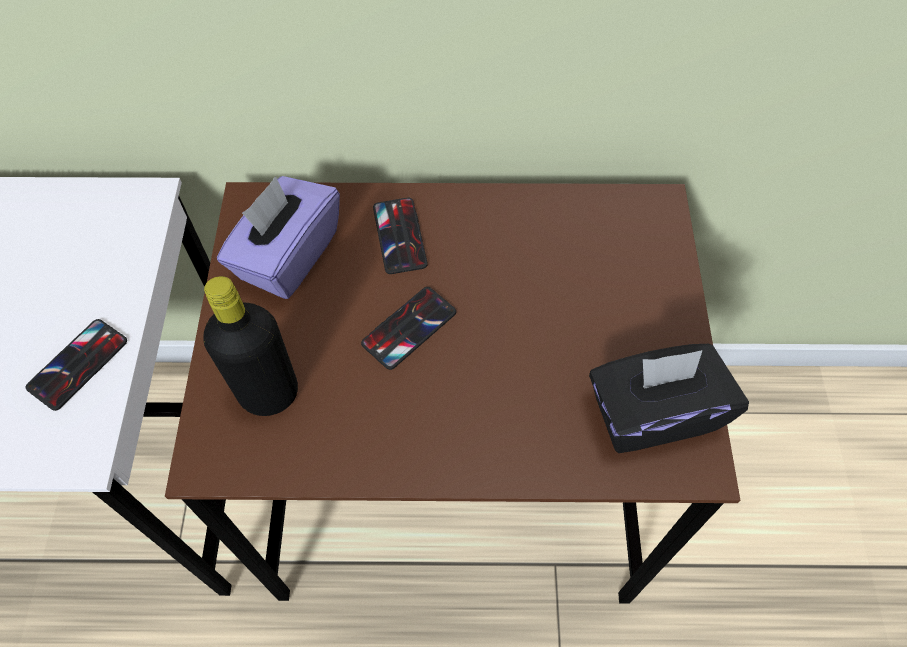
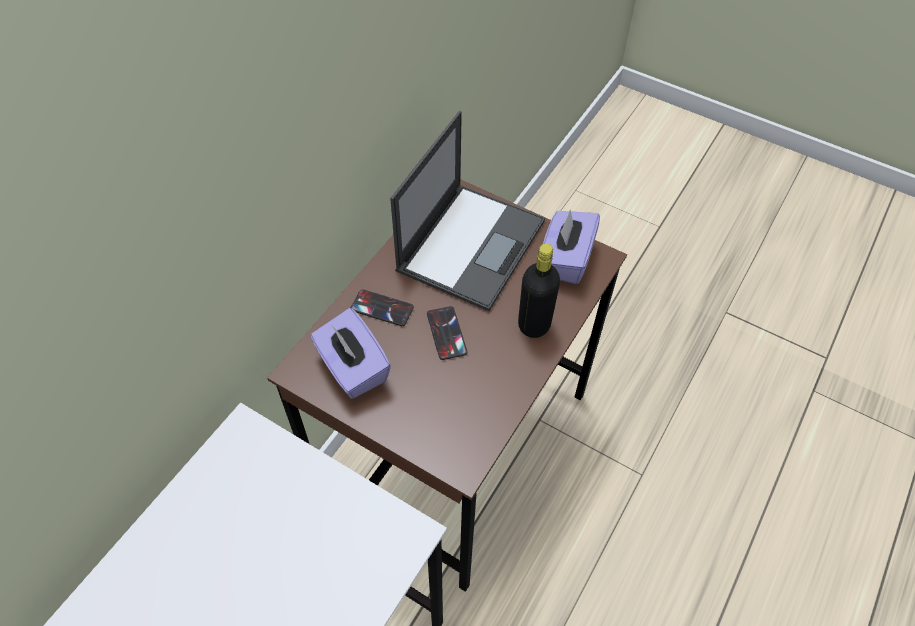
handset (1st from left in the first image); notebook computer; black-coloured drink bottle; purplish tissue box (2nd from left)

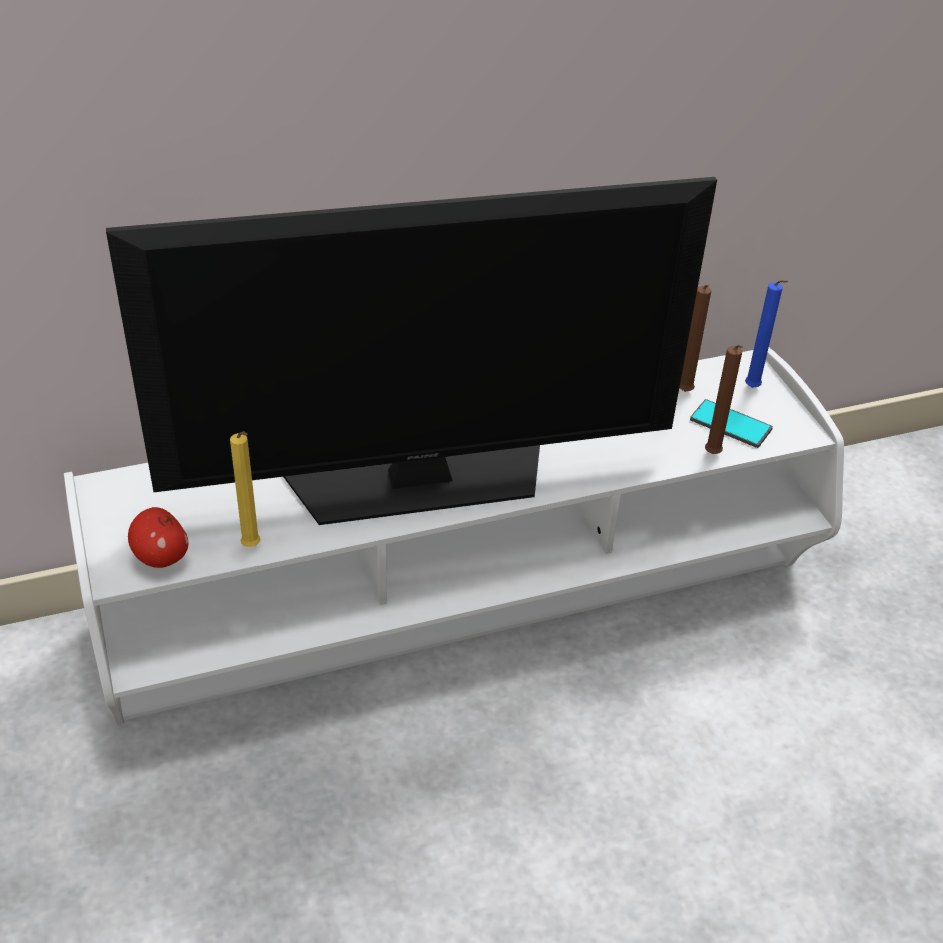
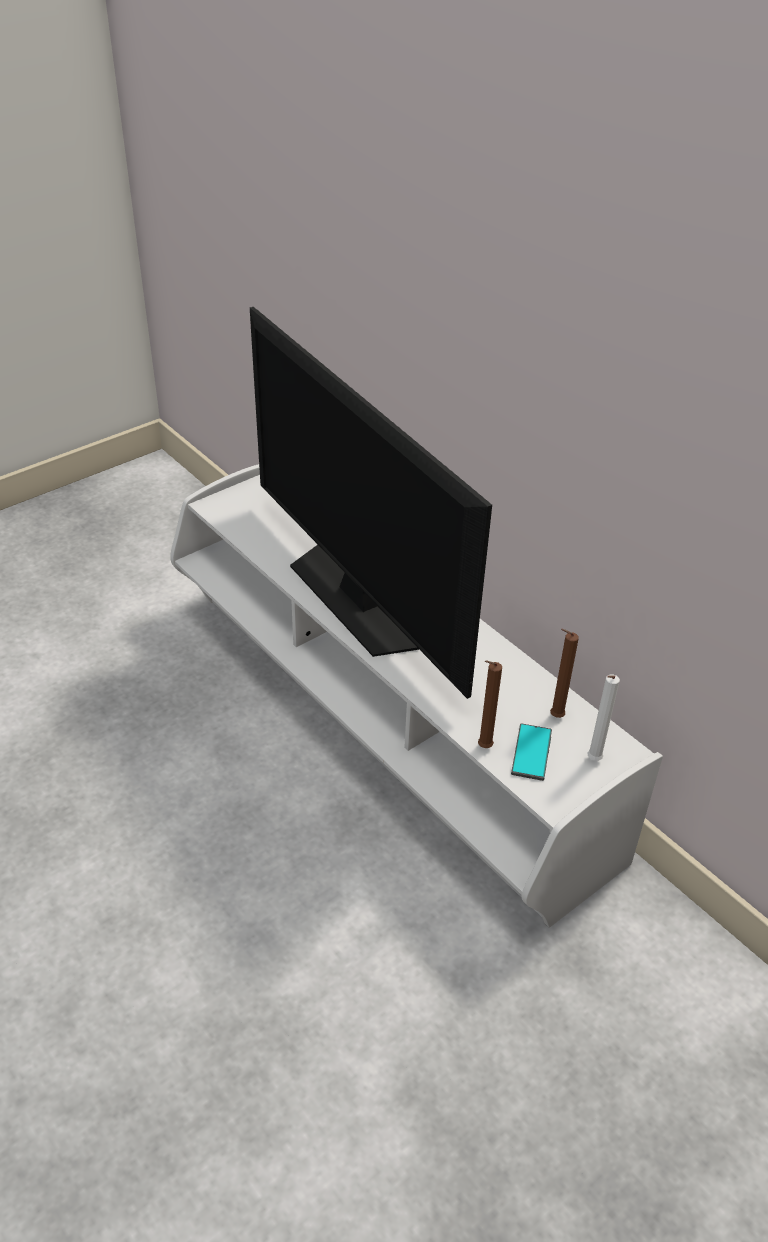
apple fruit; yellow-coloured wax light; whitish wax light

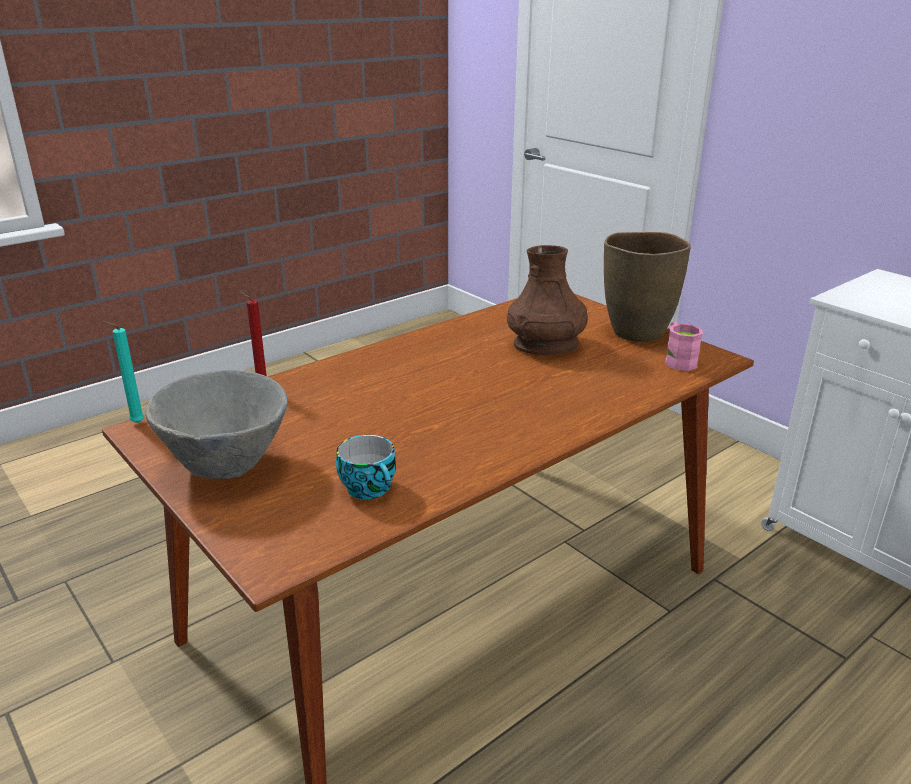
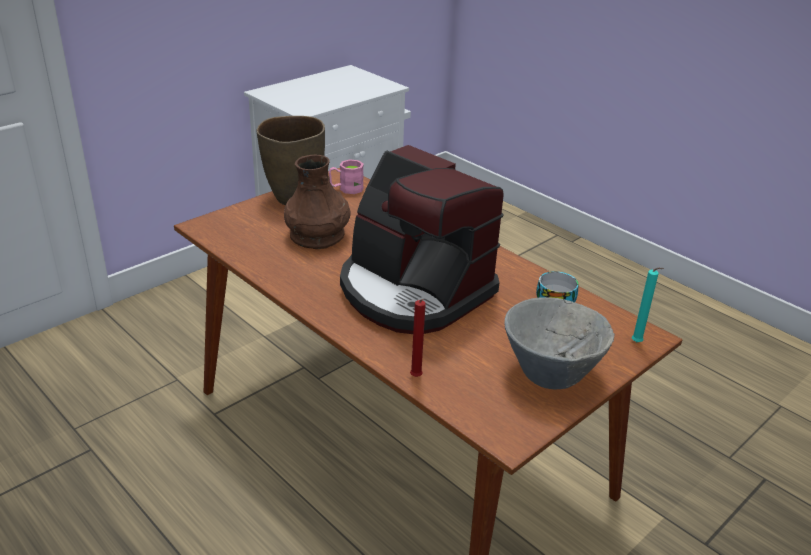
coffee machine; blue-green wax light

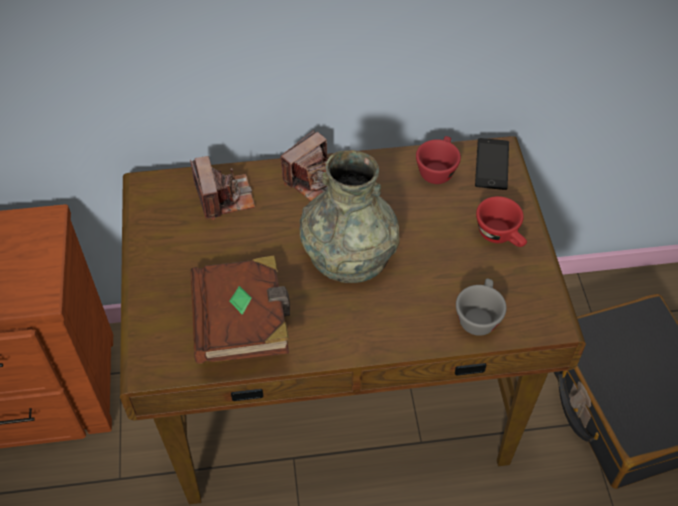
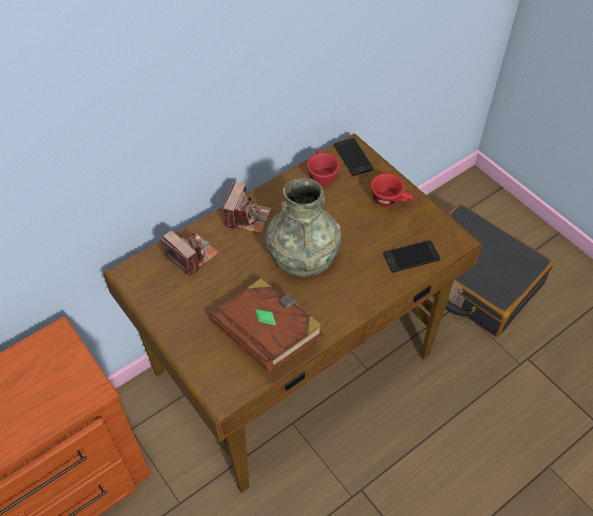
handset (2nd from left)

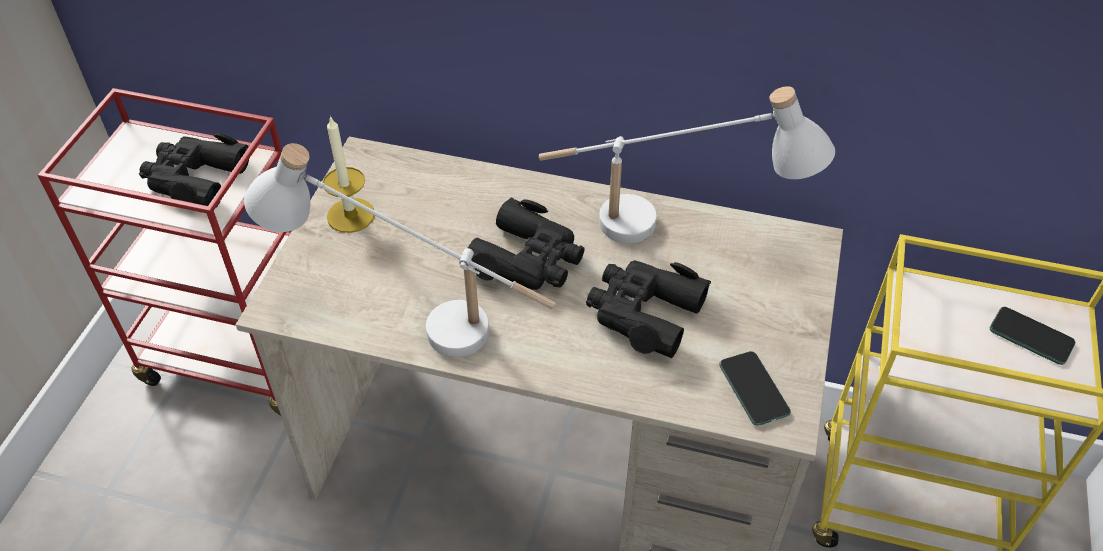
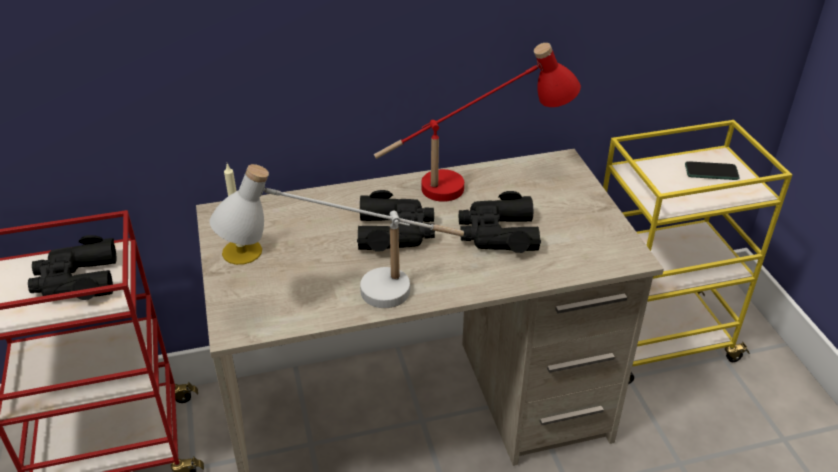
handset (1st from left in the first image); red-coloured lamp for a table

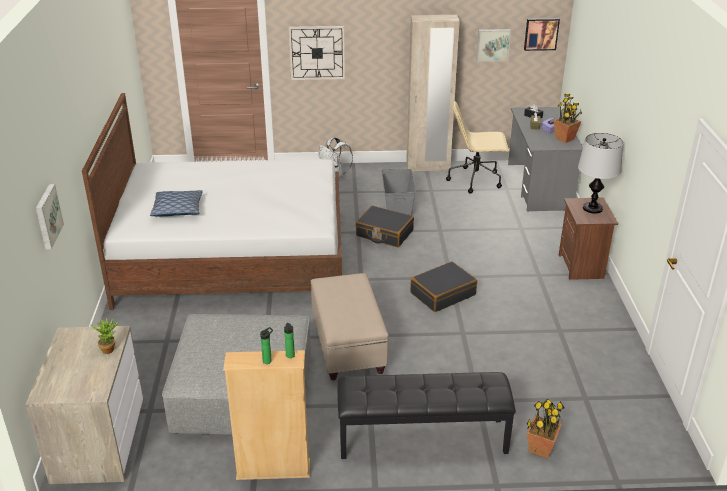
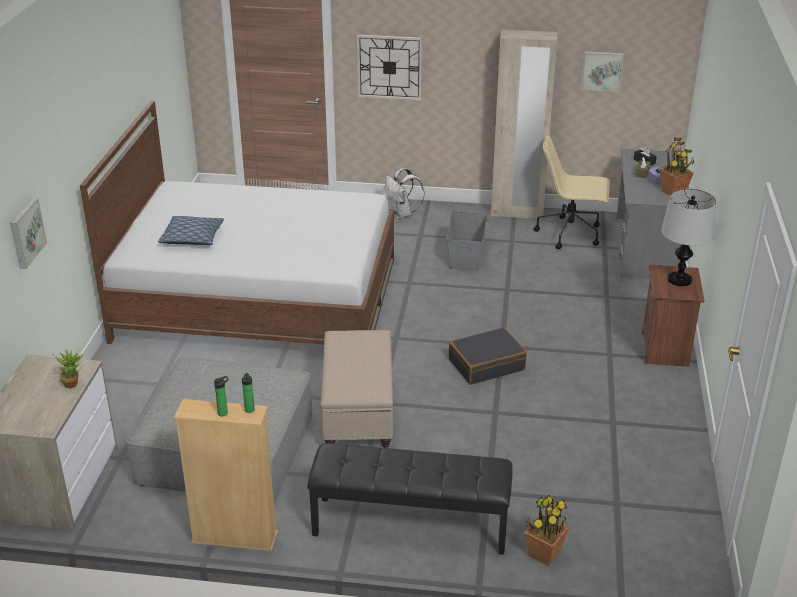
black-coloured piece of luggage (1st from left in the first image); wall picture (3rd from left in the first image)

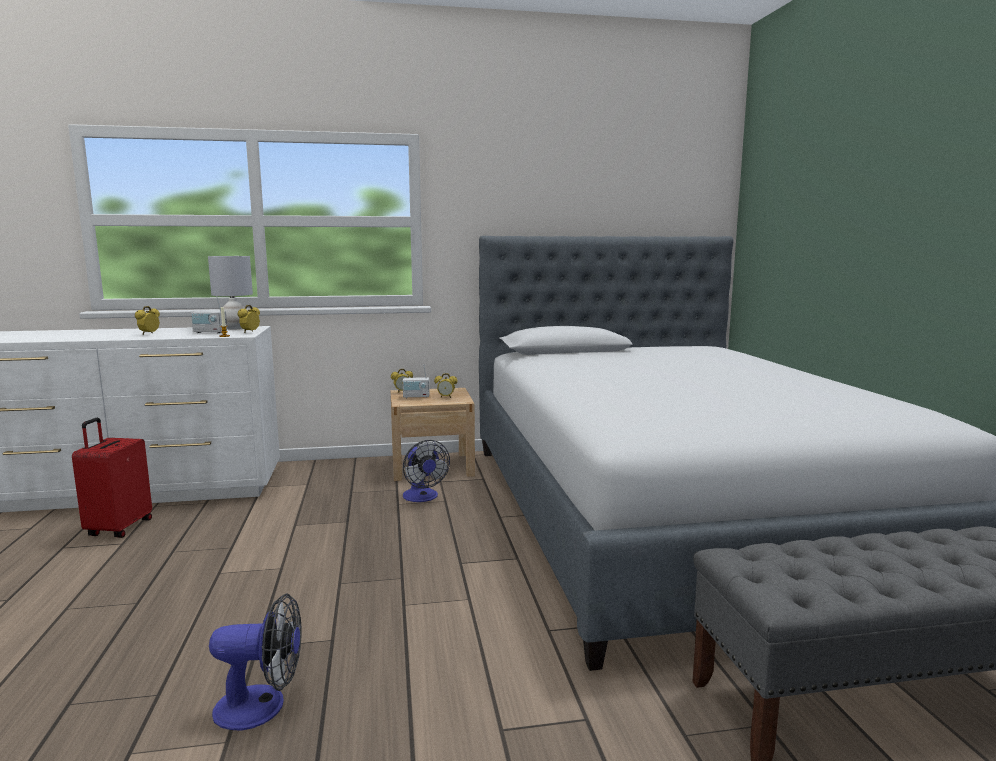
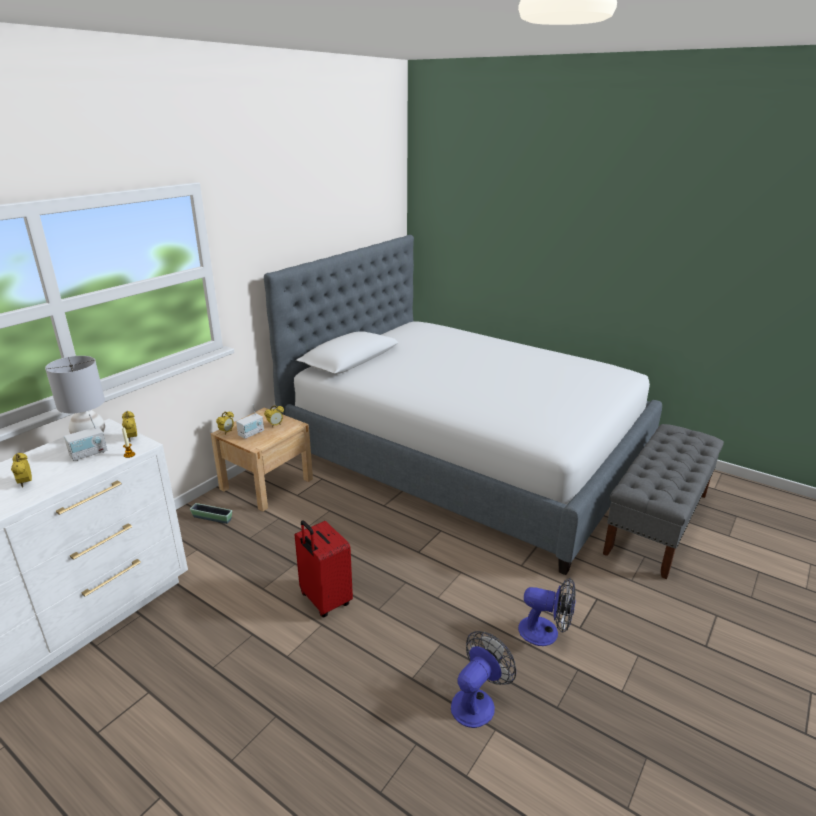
flower pot; red-coloured piece of luggage; electric fan (2nd from left)

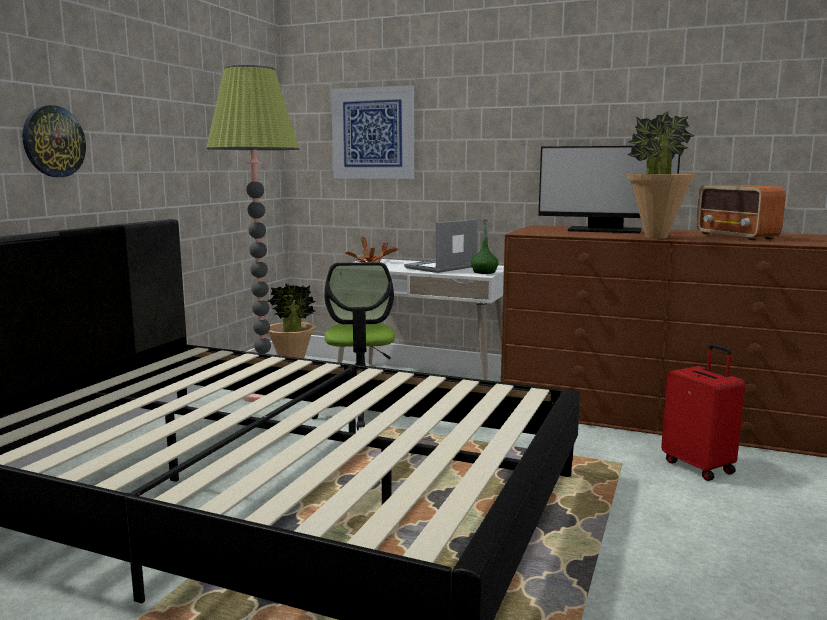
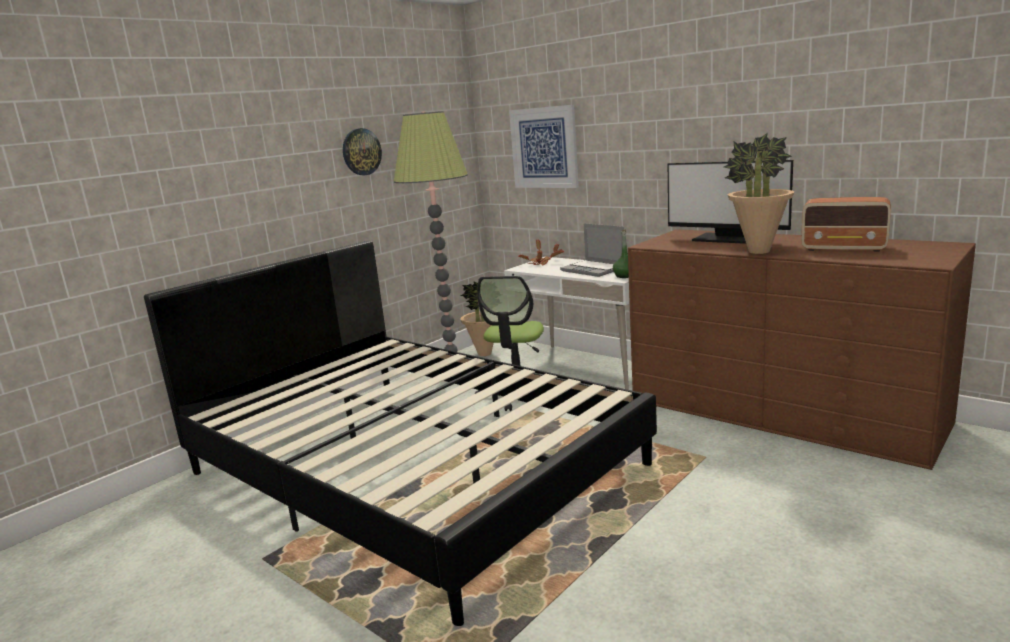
red-coloured piece of luggage; hanging clock; notebook computer; radio set

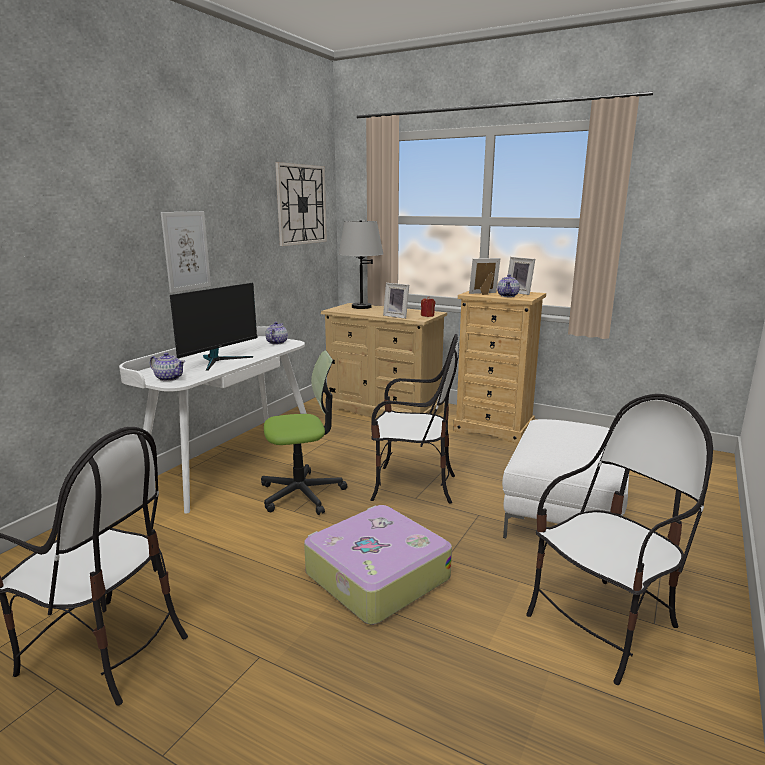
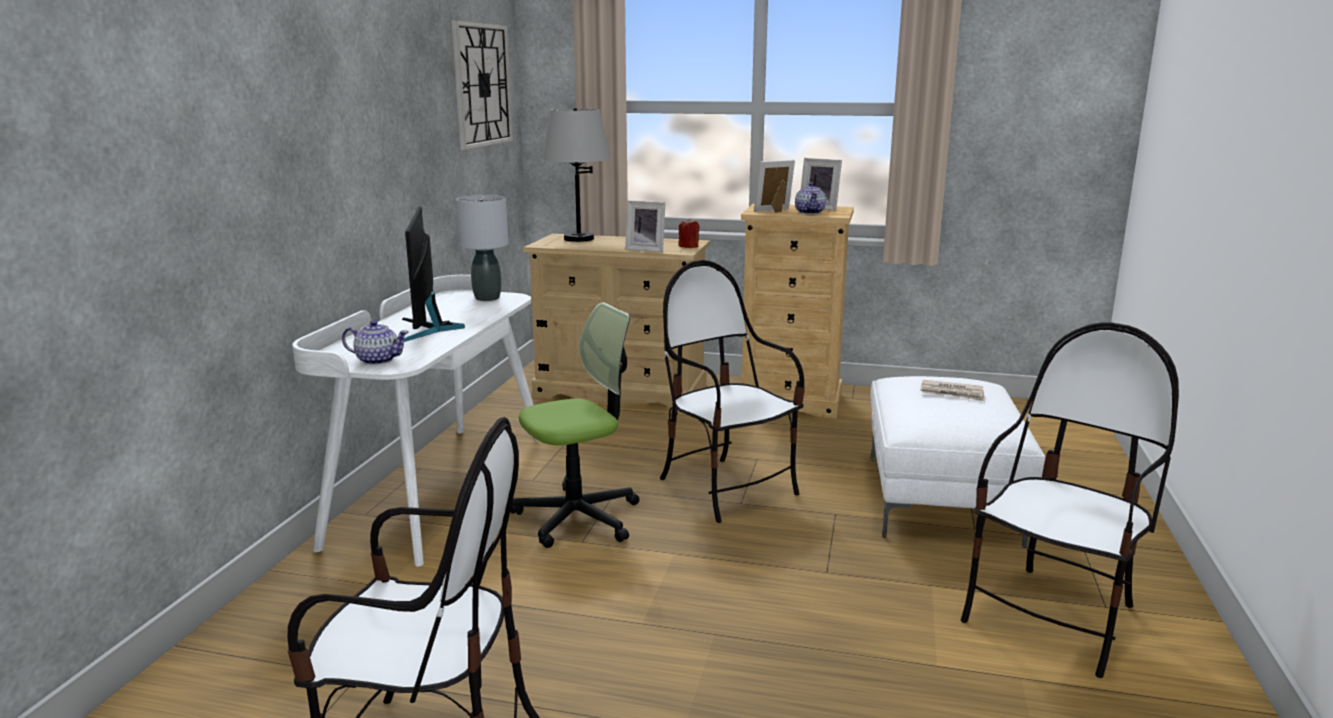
wall picture; piece of luggage; printed paper; grey lamp for a table (1st from left); computer display; chair (2nd from left)

